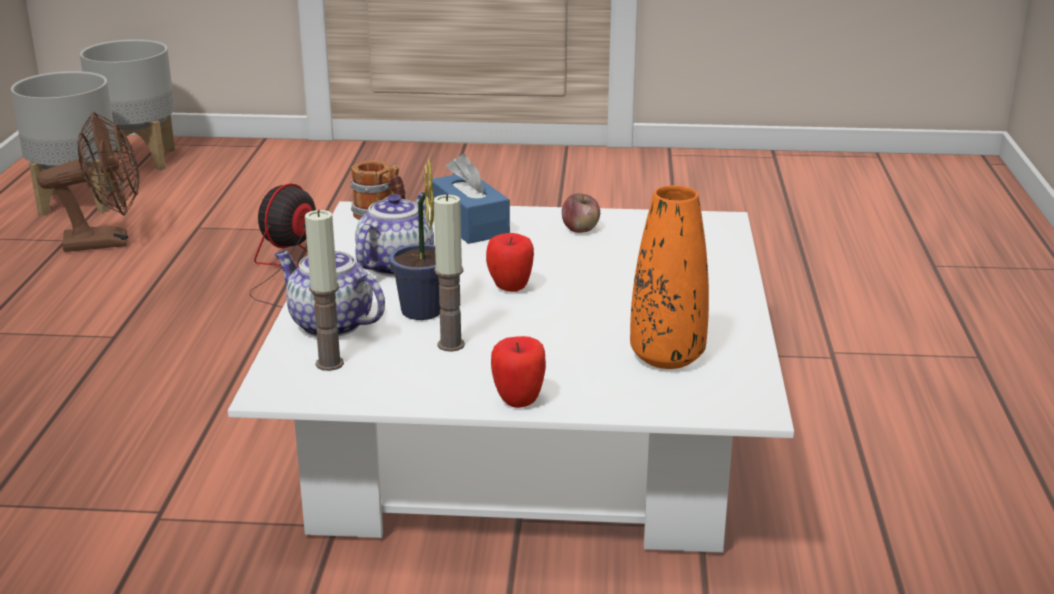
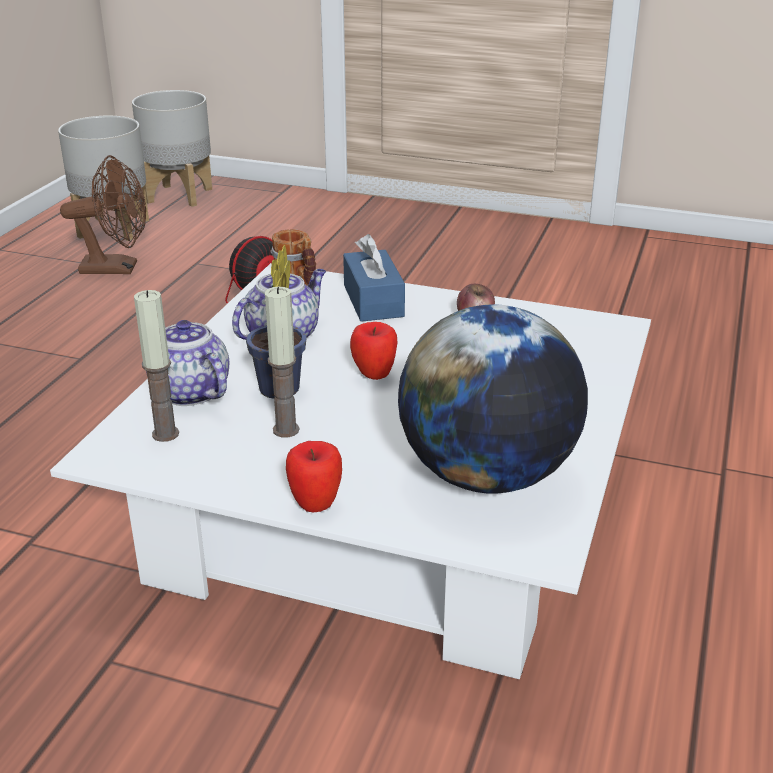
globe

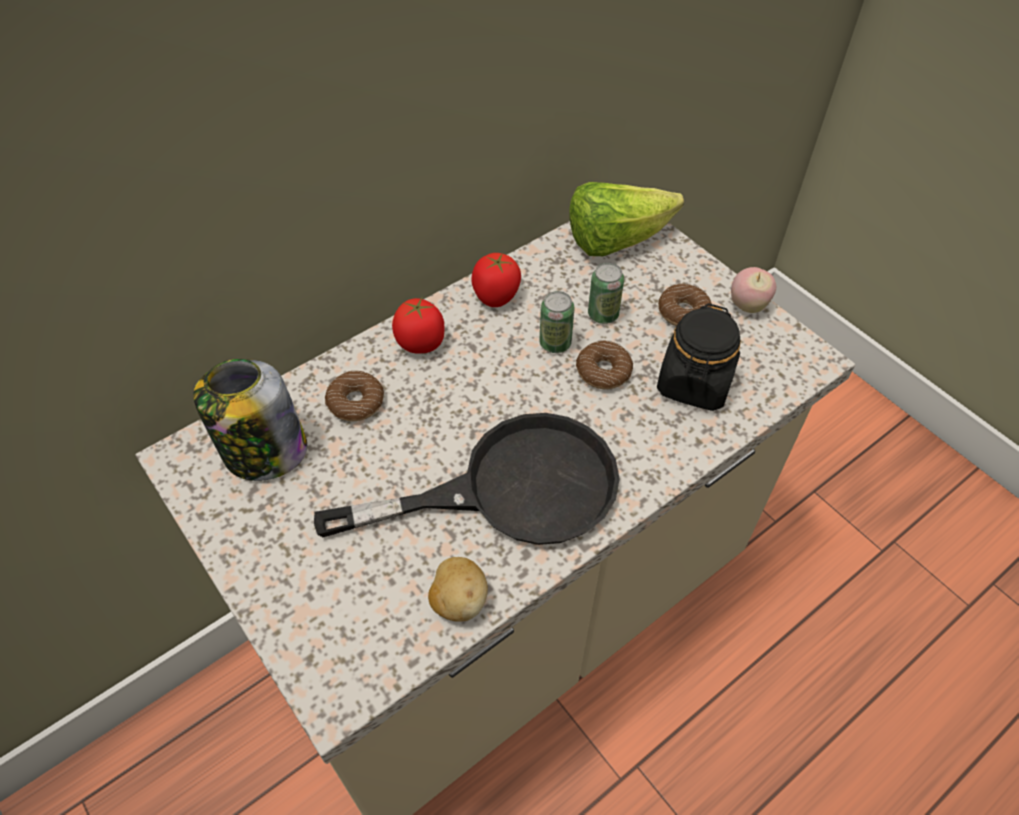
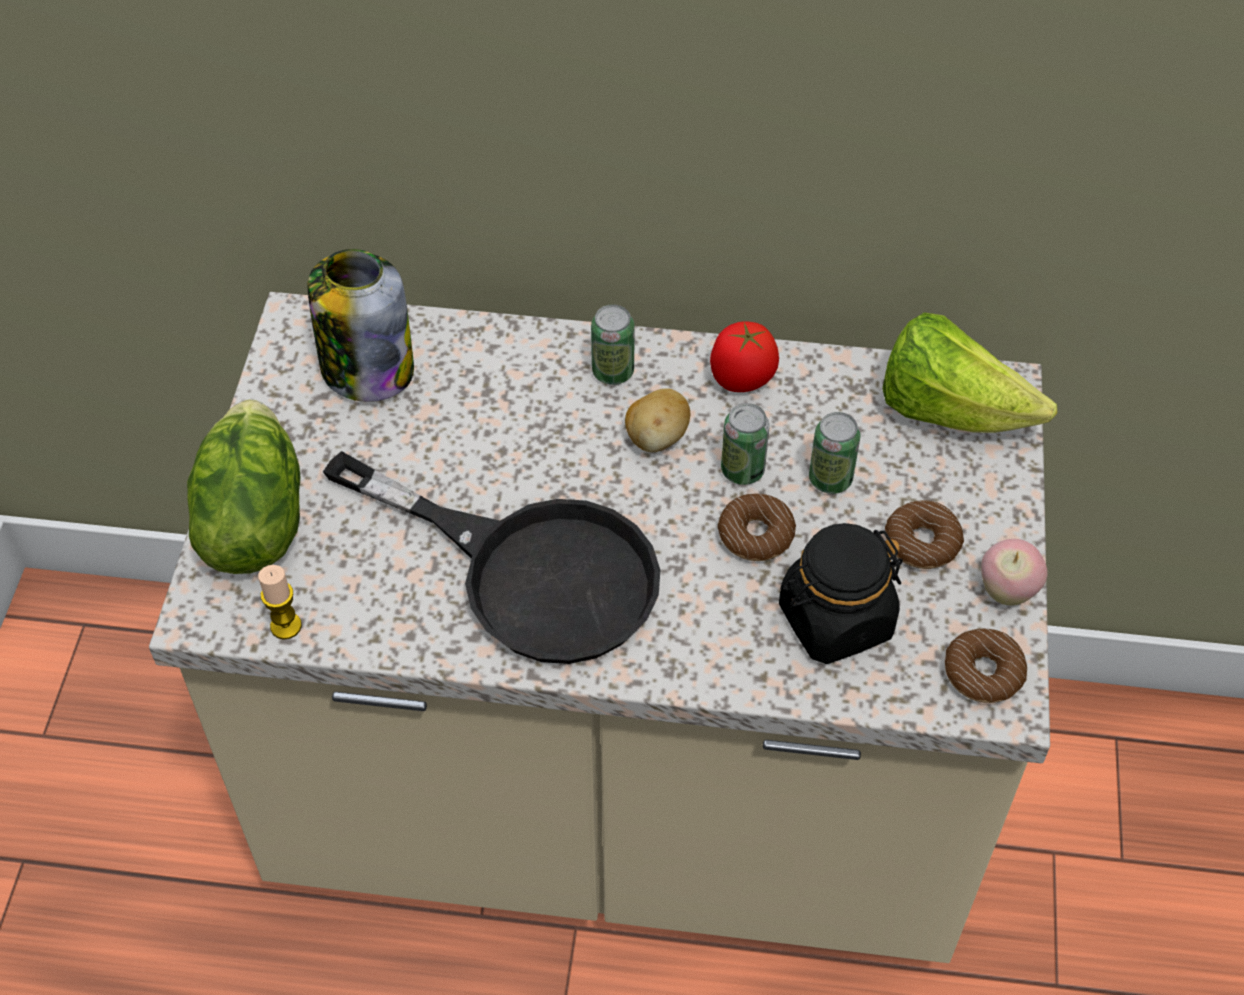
head of lettuce (1st from left); wax light; doughnut (3rd from left); potato; sealed can (1st from left)

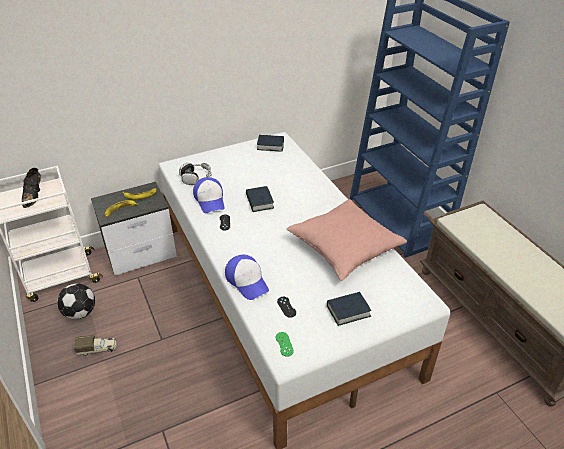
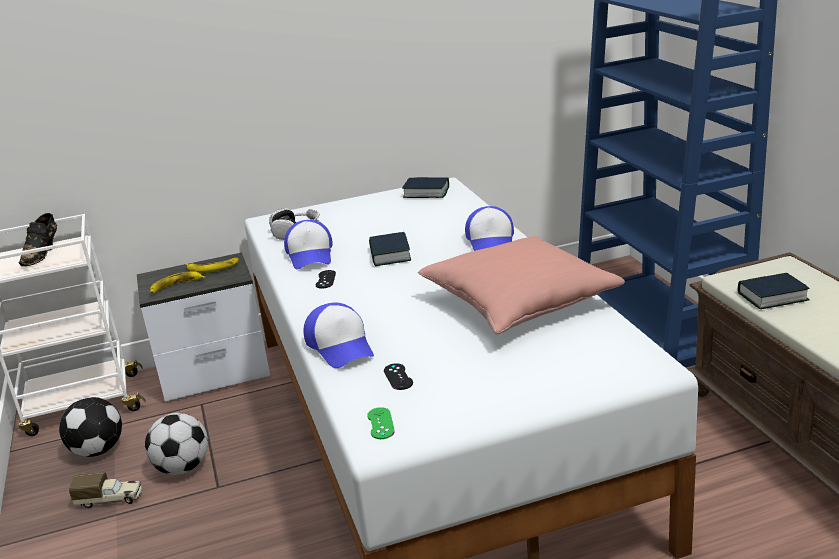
football ball (2nd from left); baseball cap (3rd from left); bound book (3rd from left)

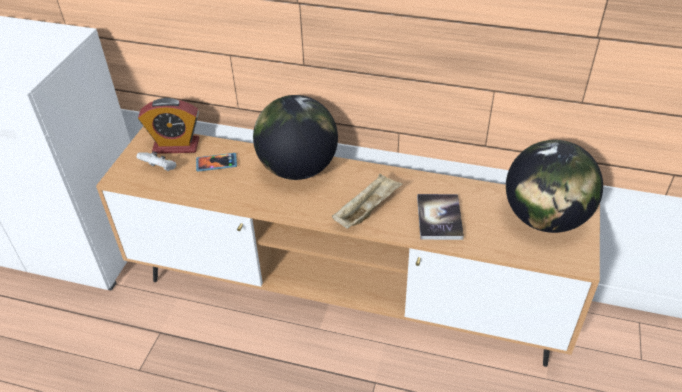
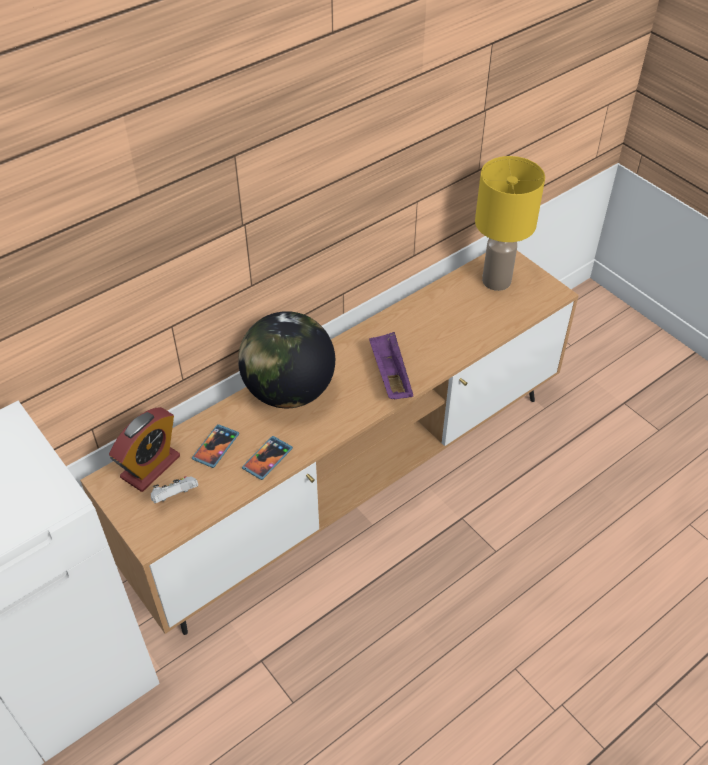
bound book; handset (2nd from left); yellow-coloured lamp for a table; purplish carrying tray

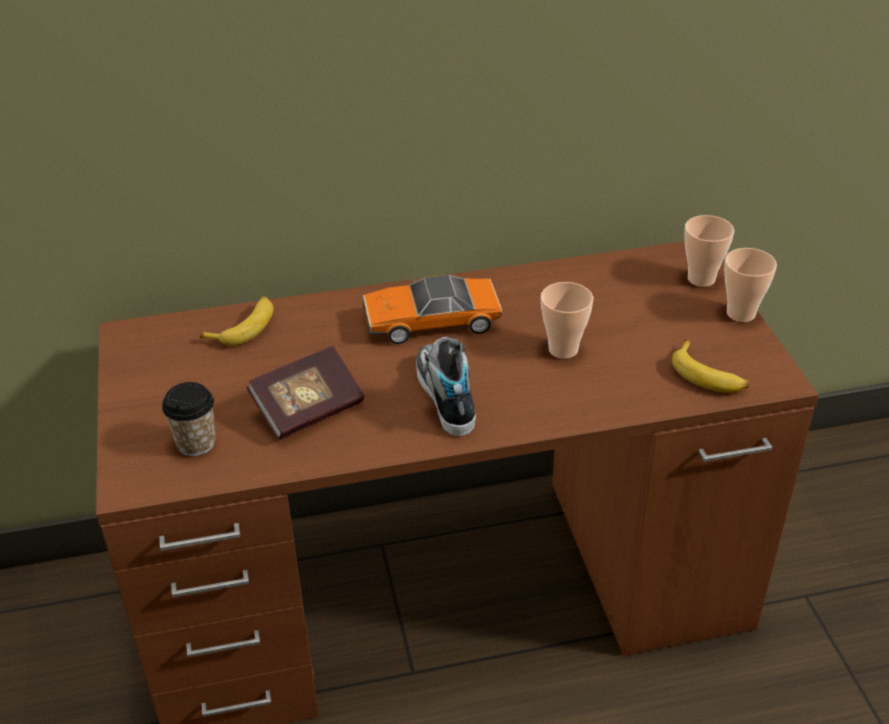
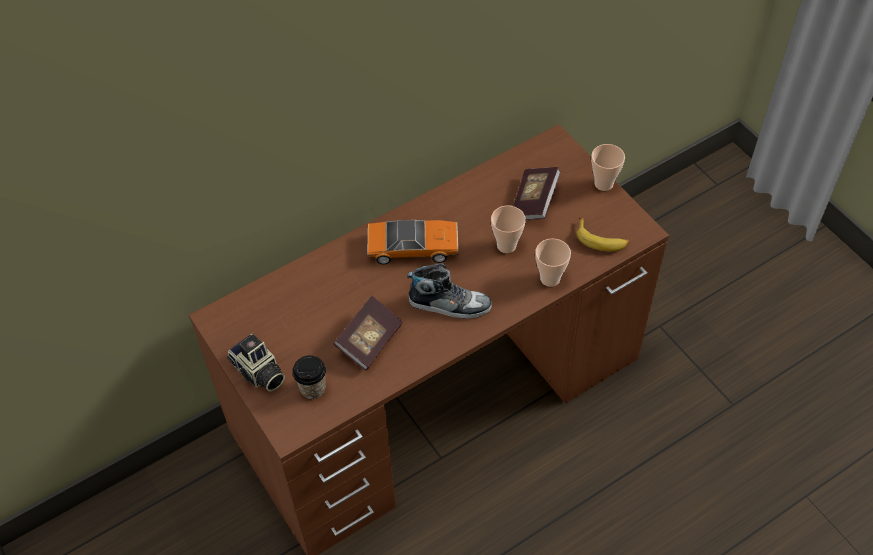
banana (1st from left in the first image); photo camera; bound book (2nd from left); cup (3rd from left); model car; low shoe

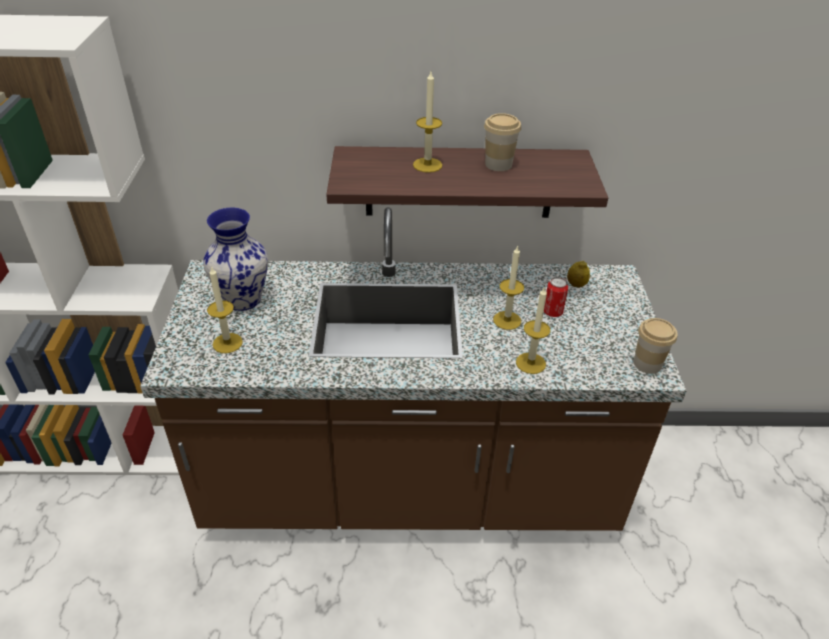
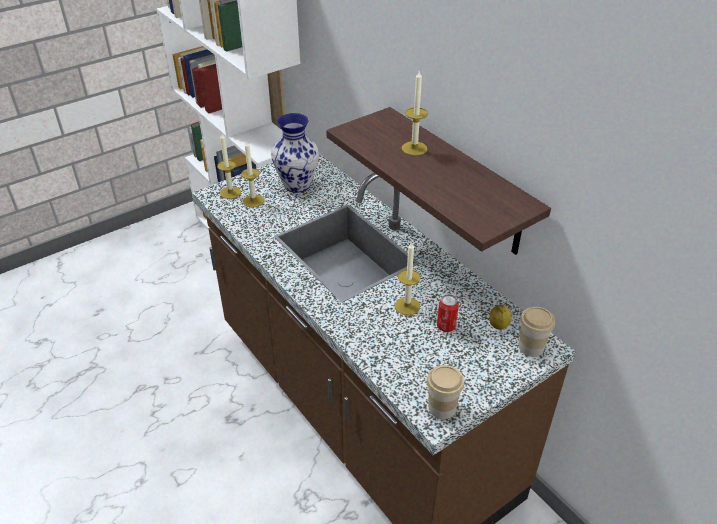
cup (2nd from left); wax light (1st from left)

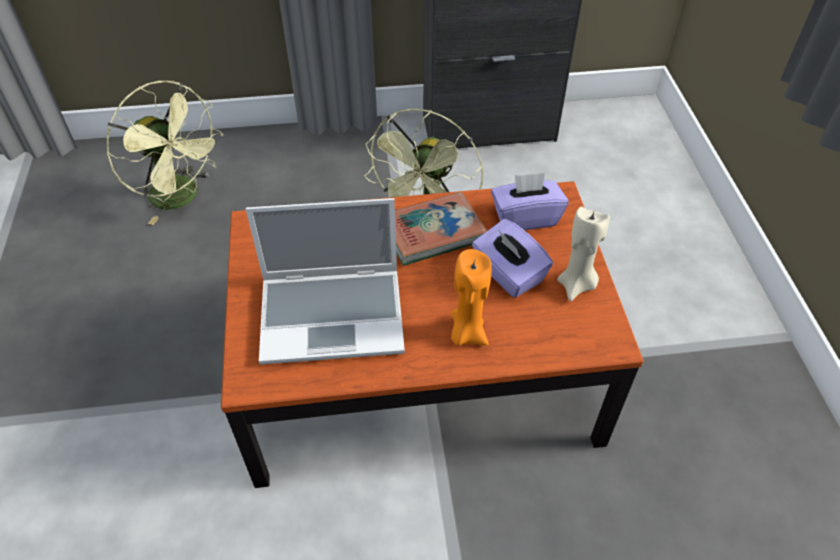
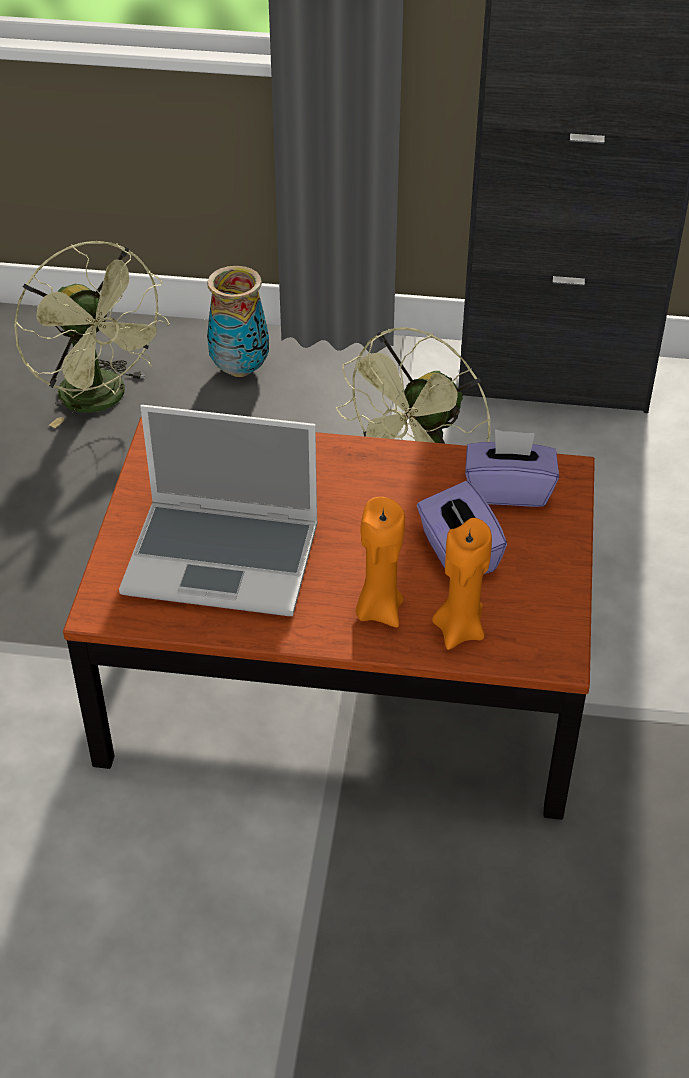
bound book; beige-coloured wax light; decorative vase; orange wax light (2nd from left)

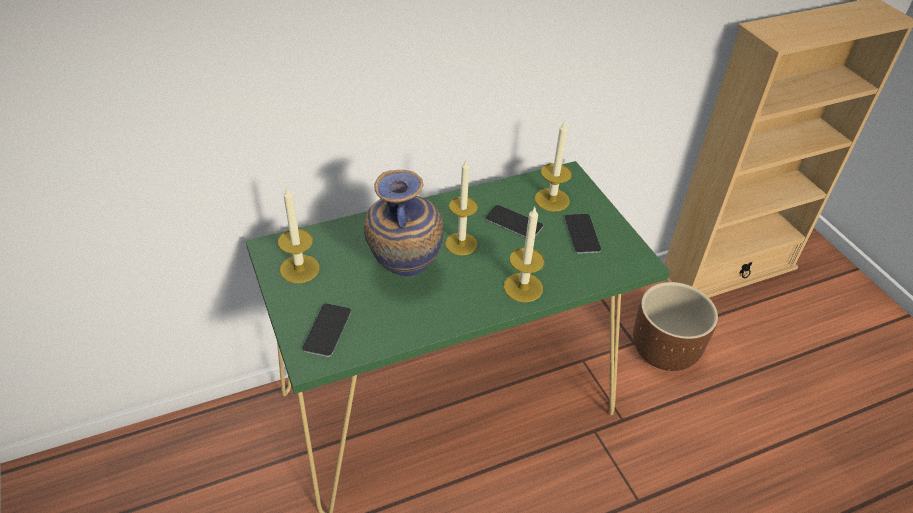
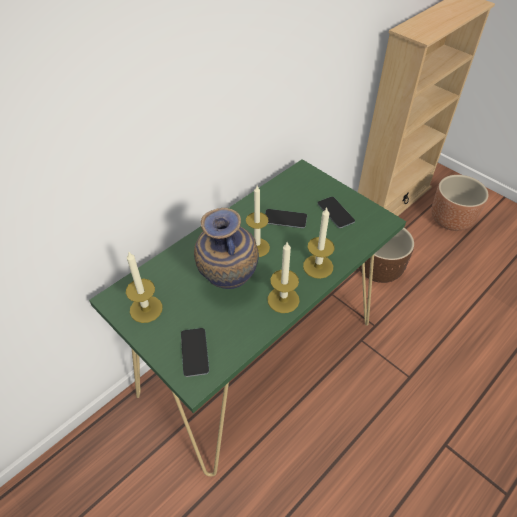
brown-coloured flower pot (2nd from left); wax light (3rd from left)

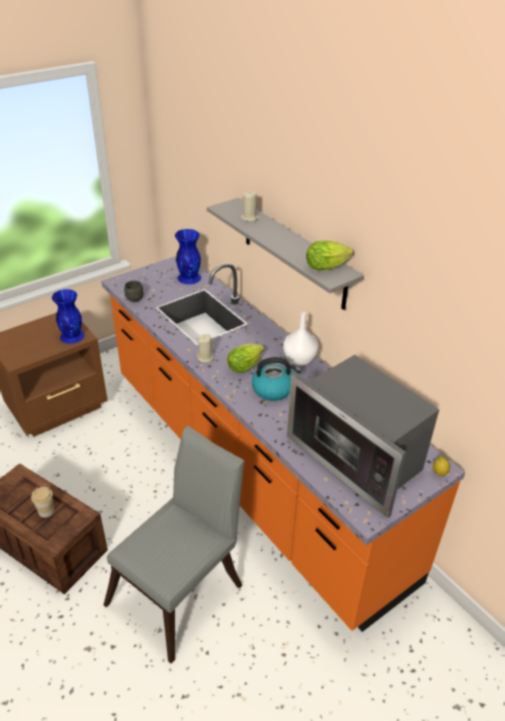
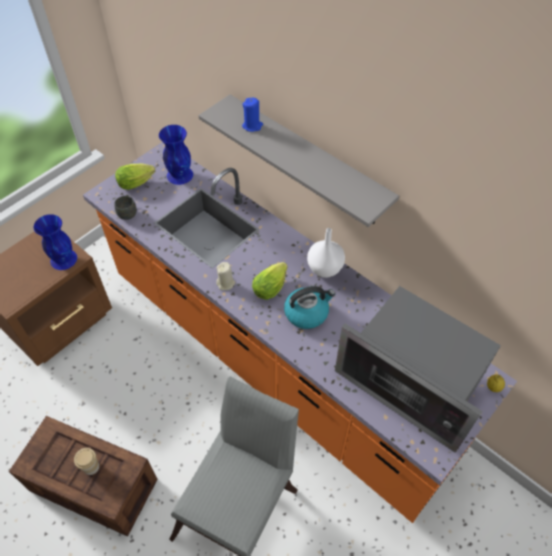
head of lettuce (1st from left); bluish wax light

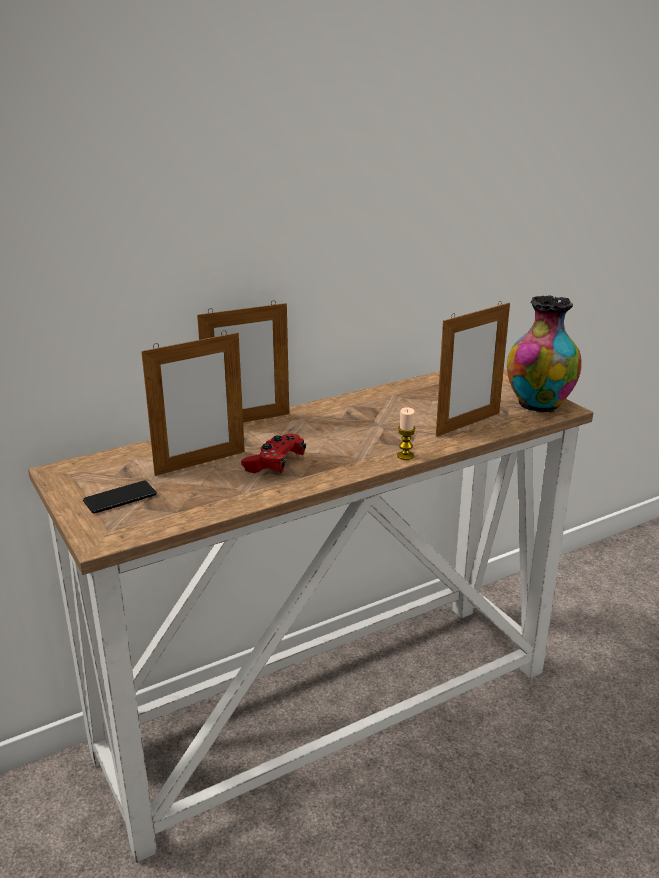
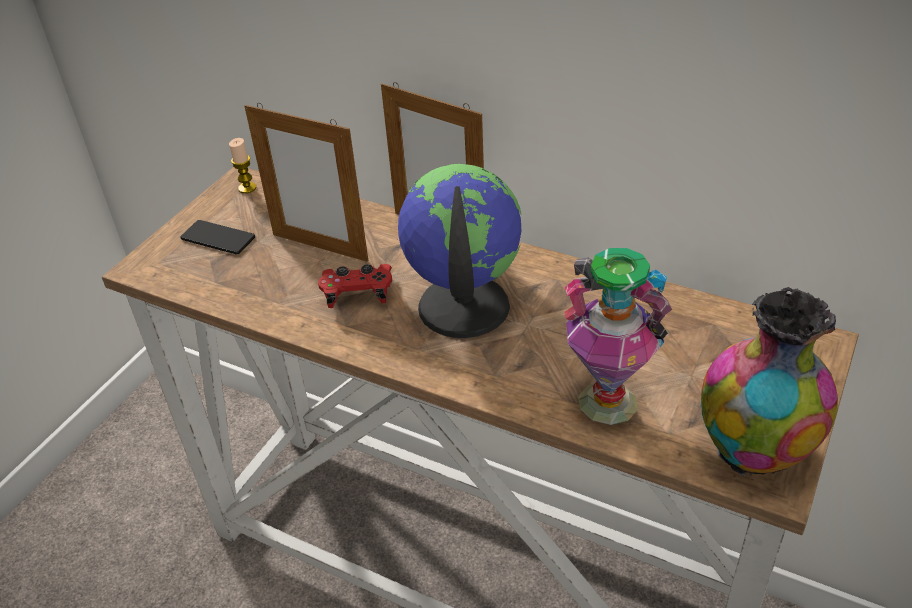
globe; wax light; decorative vase (1st from left)

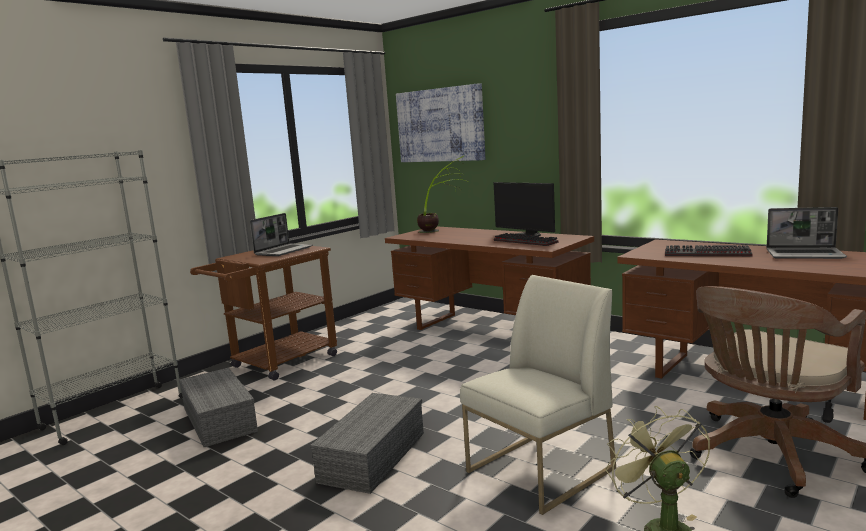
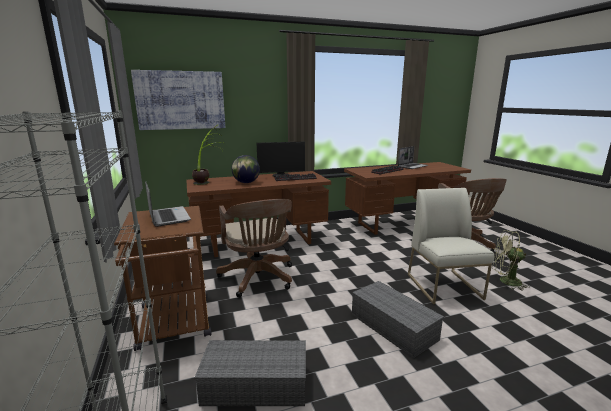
brown-coloured desk chair (1st from left); globe

